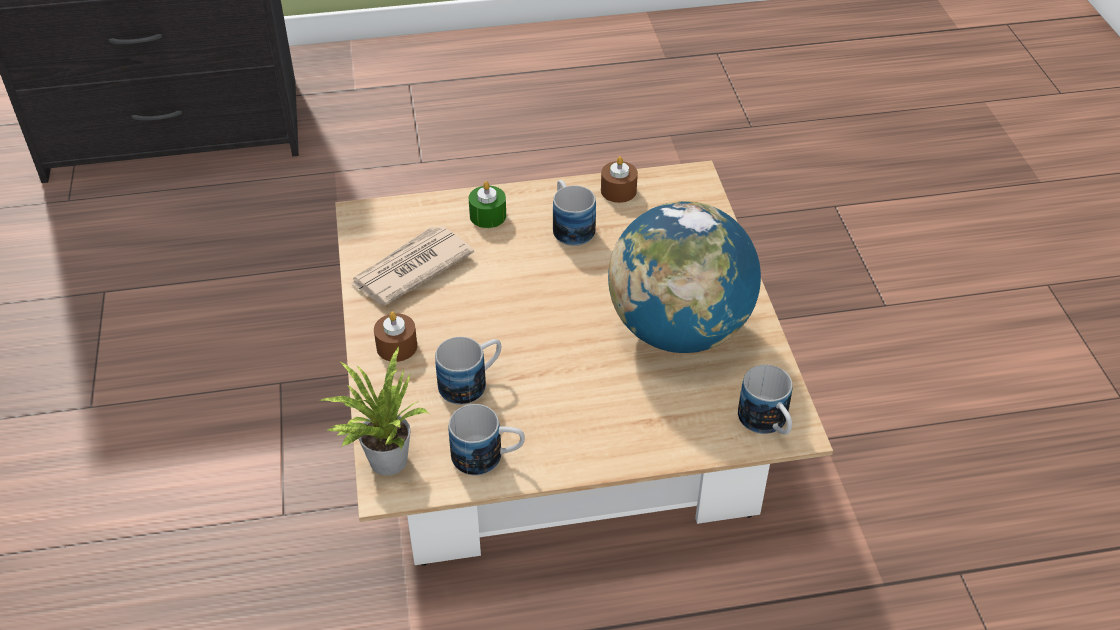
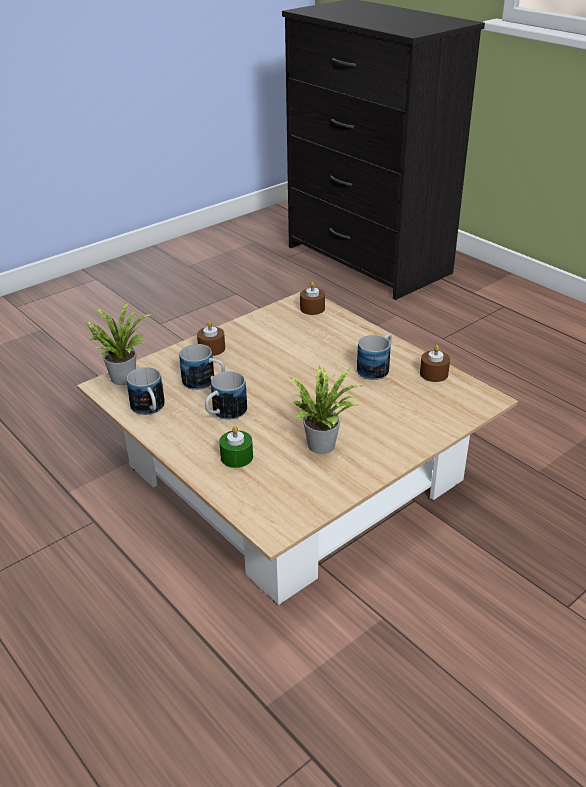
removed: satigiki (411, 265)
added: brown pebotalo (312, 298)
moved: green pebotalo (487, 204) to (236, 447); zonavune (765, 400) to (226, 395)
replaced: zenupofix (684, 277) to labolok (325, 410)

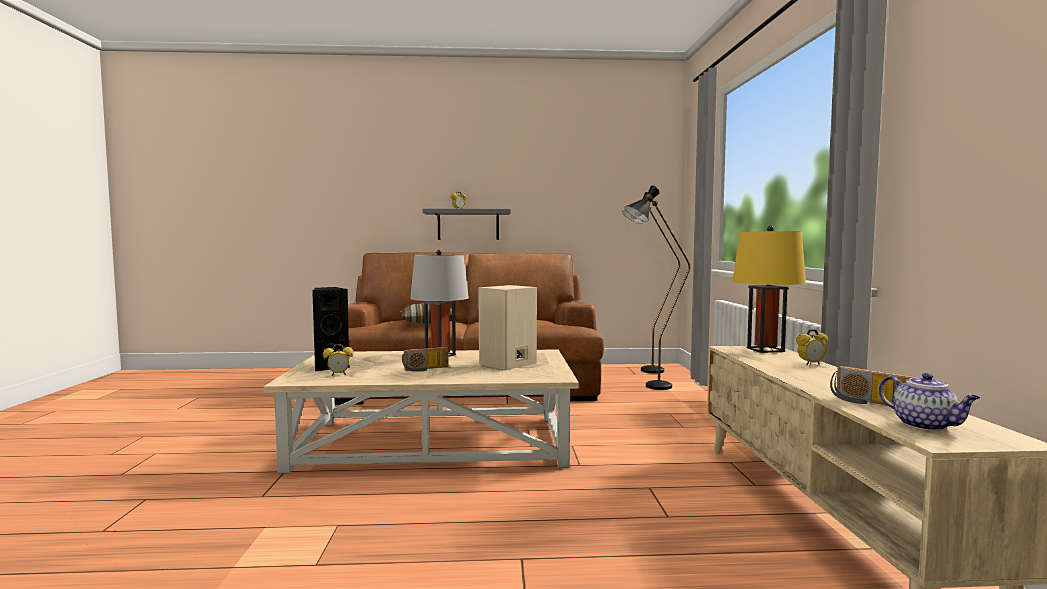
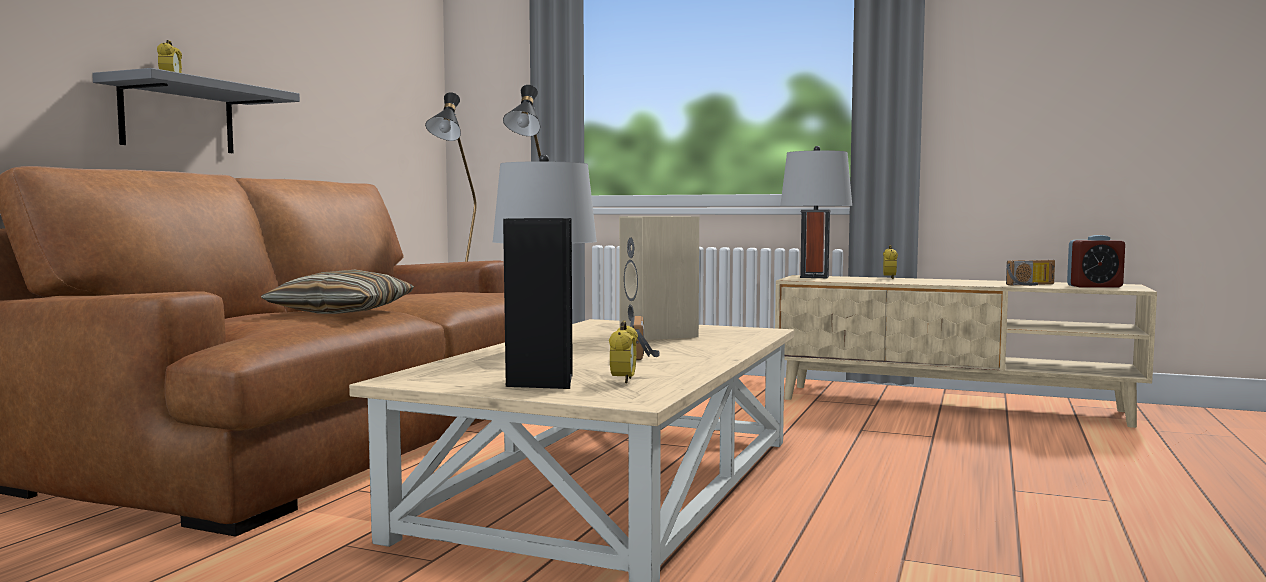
replaced: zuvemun (929, 402) to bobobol (1096, 261)
recoloured: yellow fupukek (769, 289) to grey fupukek (816, 212)

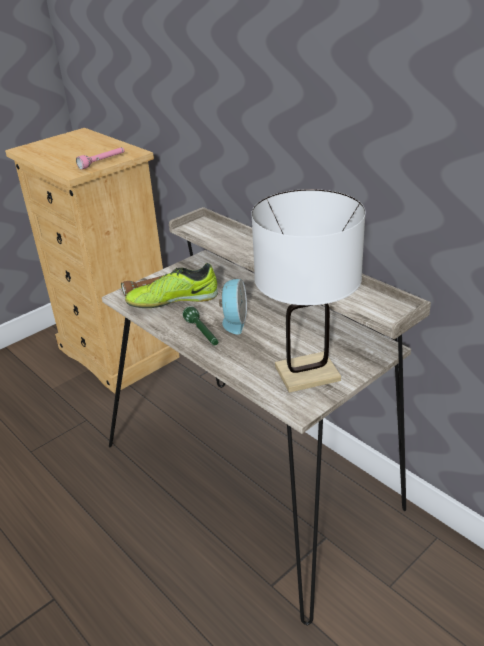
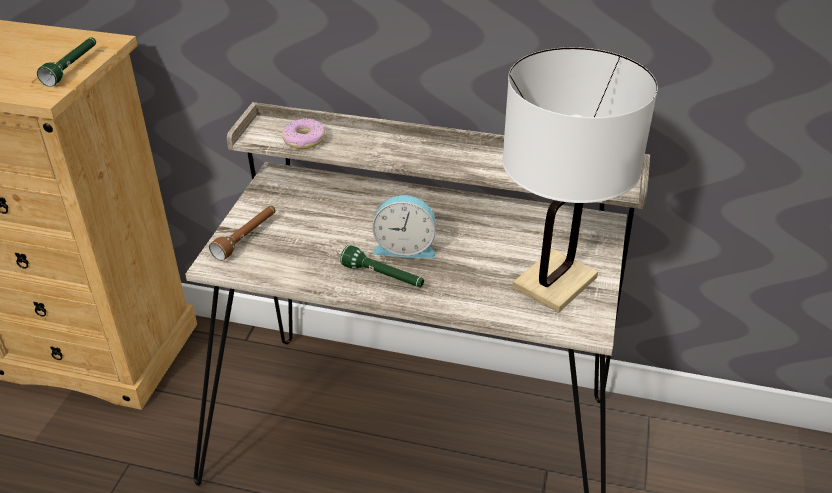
removed: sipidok (171, 285)
added: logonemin (304, 134)
recoloured: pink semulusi (100, 158) to green semulusi (66, 62)
turned: bobobol (233, 307) = (404, 226) 120 degrees clockwise

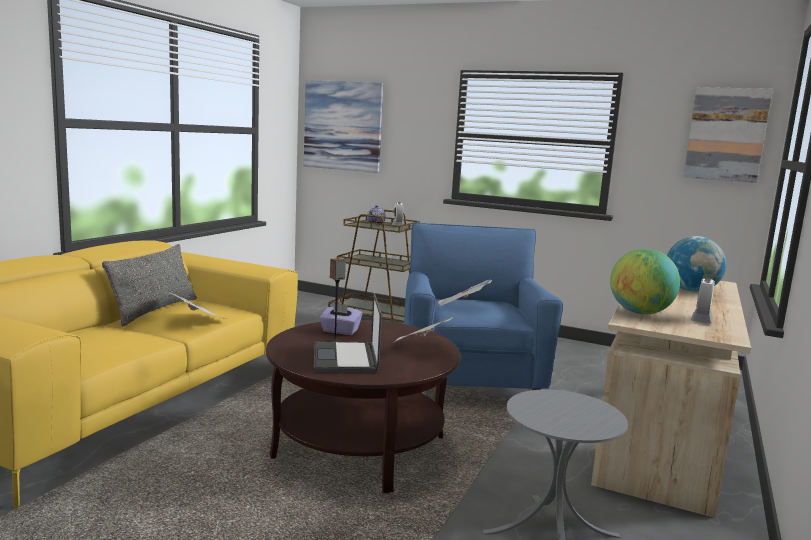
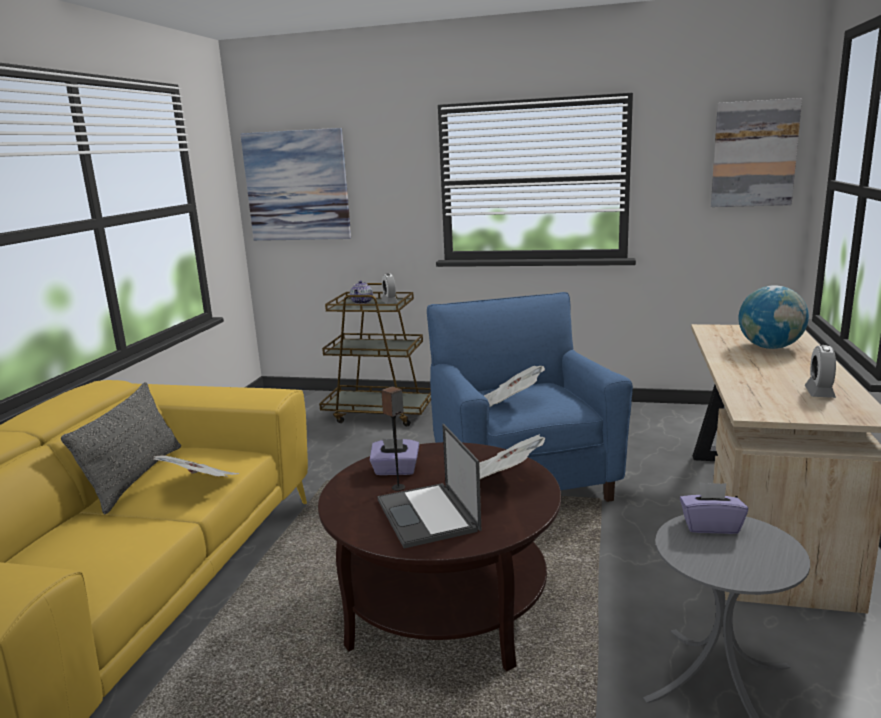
removed: zenupofix (645, 281)
added: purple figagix (714, 508)

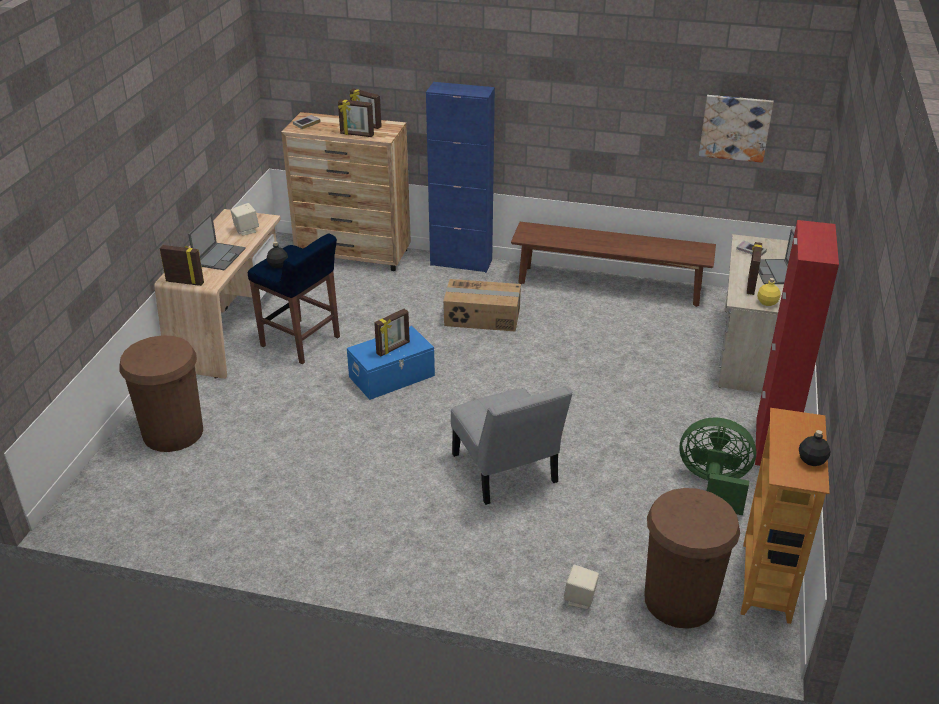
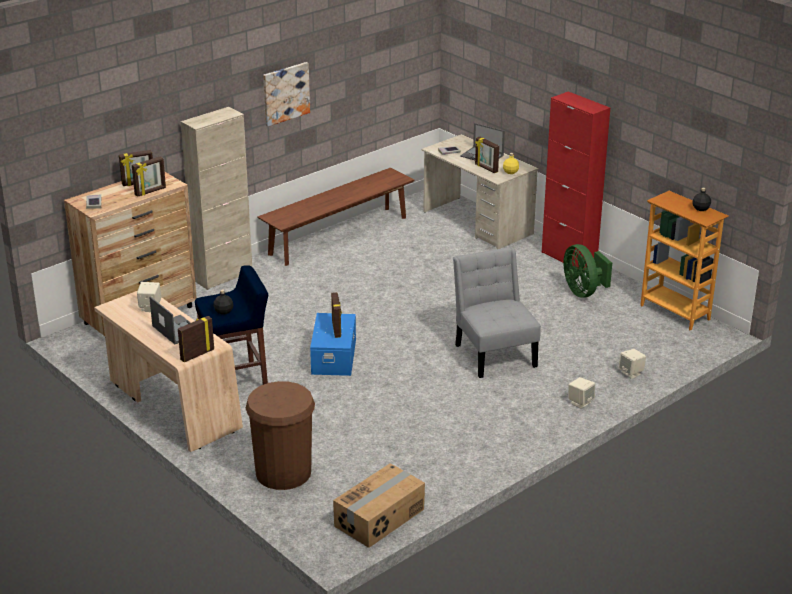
removed: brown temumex (692, 558)
added: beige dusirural (582, 393)
moved: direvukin (736, 129) to (286, 94); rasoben (482, 305) to (379, 505)
recoloured: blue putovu (460, 177) to beige putovu (216, 198)
turned: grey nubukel (512, 445) = (497, 312) 120 degrees counterclockwise; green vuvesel (718, 466) = (587, 271) 75 degrees counterclockwise

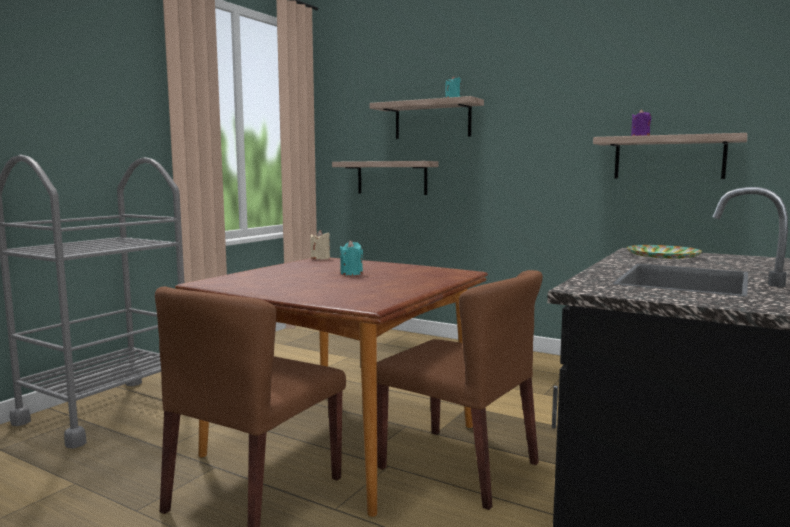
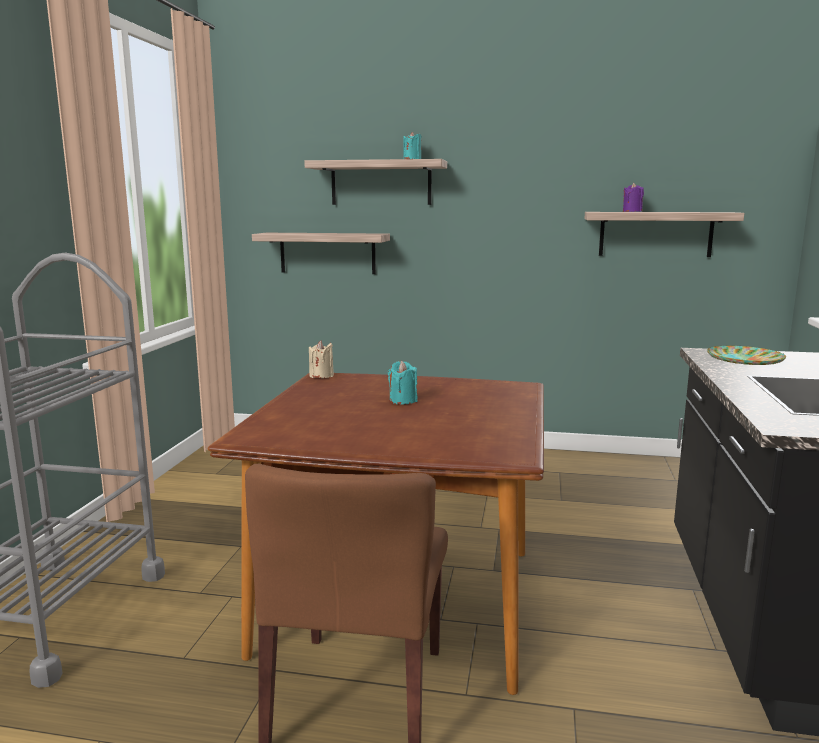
removed: brown nubukel (460, 390)

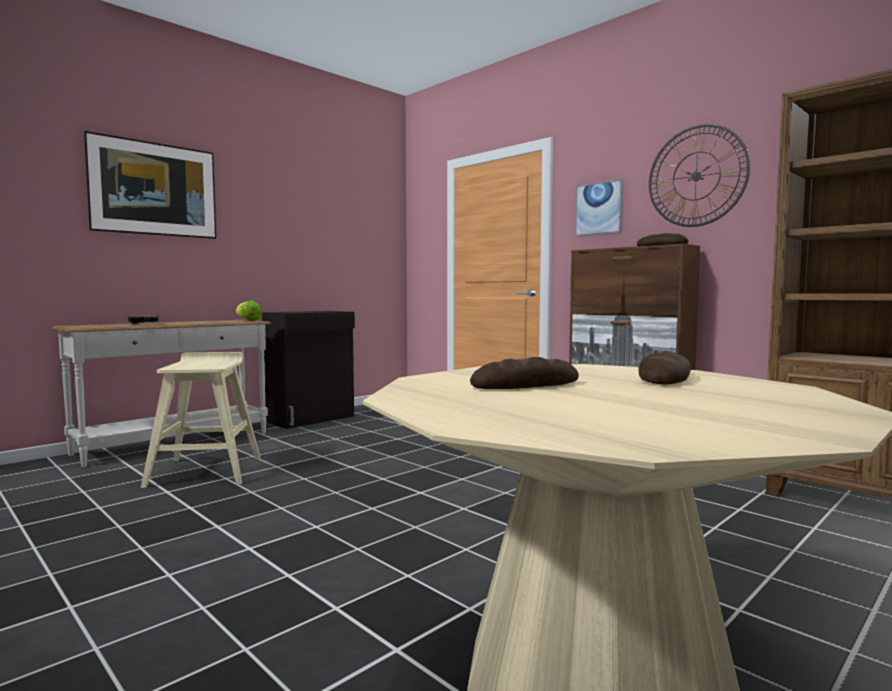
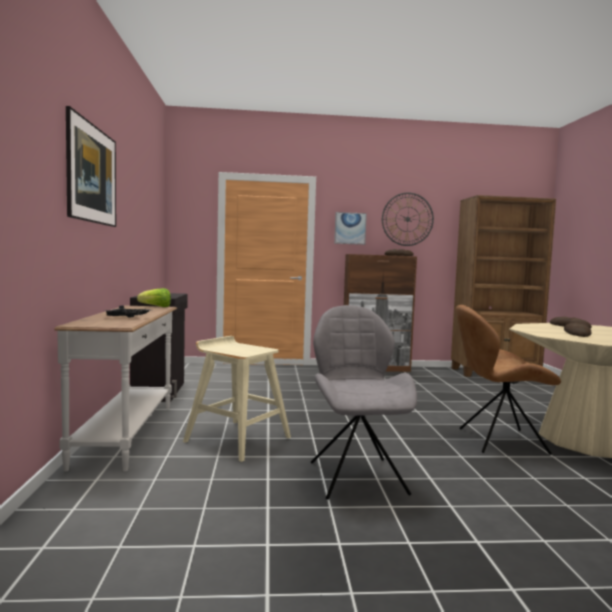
added: grey nubukel (364, 402); brown nubukel (508, 380)

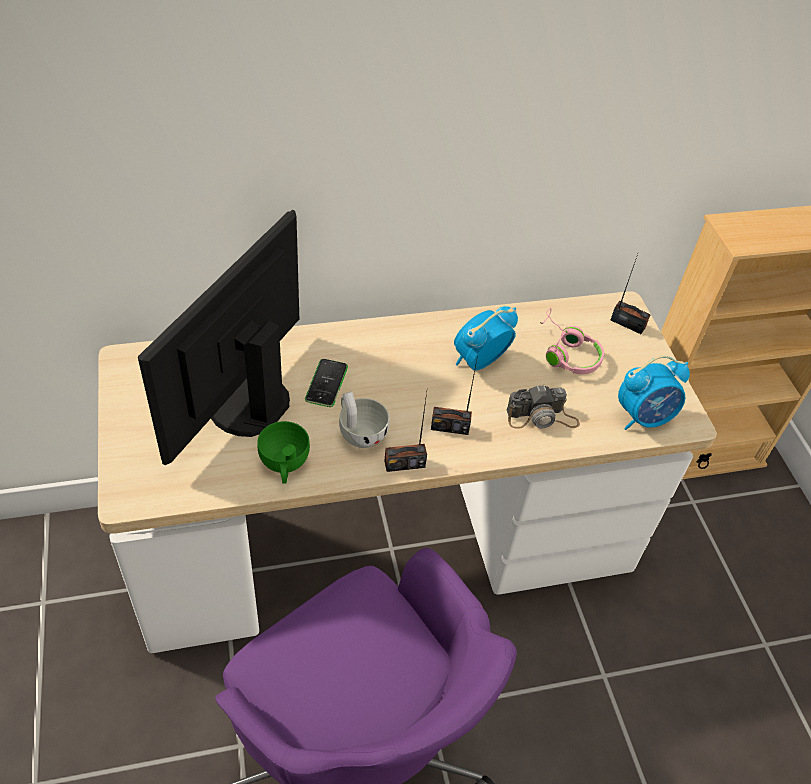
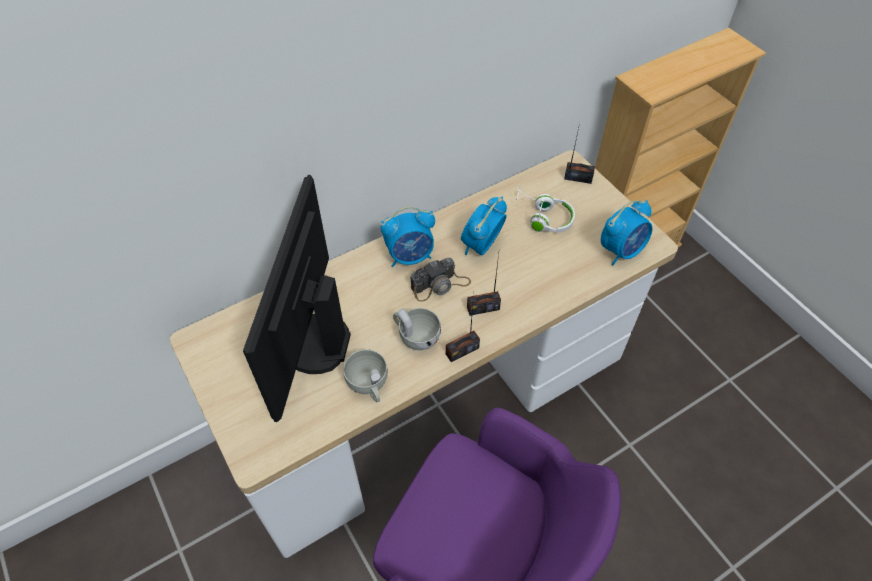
removed: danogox (326, 383)
added: bobobol (407, 237)
moved: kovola (543, 406) to (441, 280)
recoloured: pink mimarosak (572, 341) to white mimarosak (545, 209); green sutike (283, 452) to white sutike (365, 376)

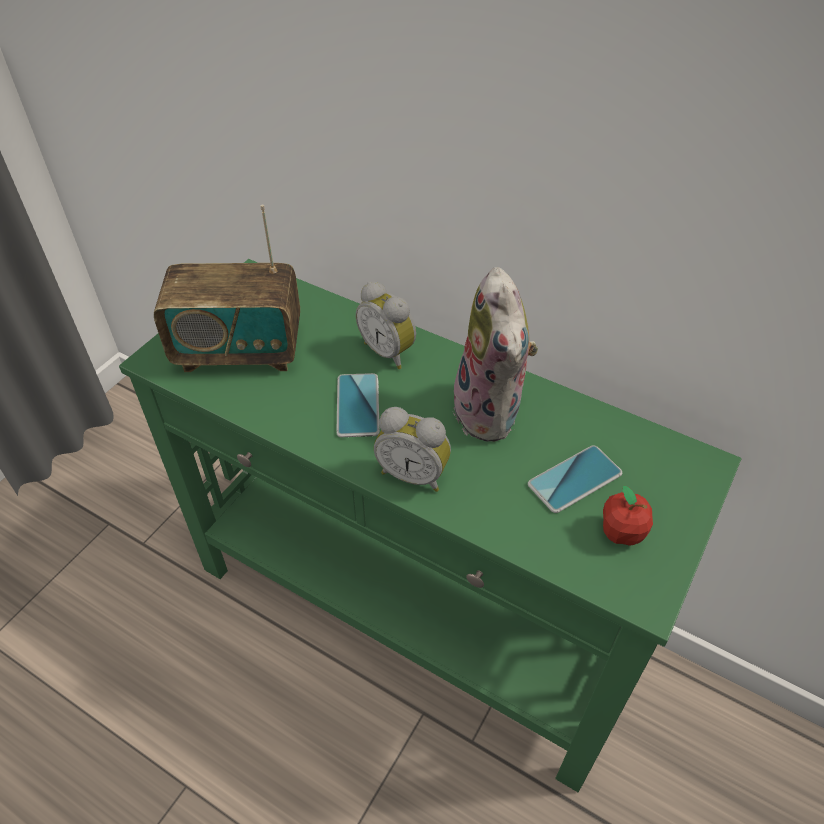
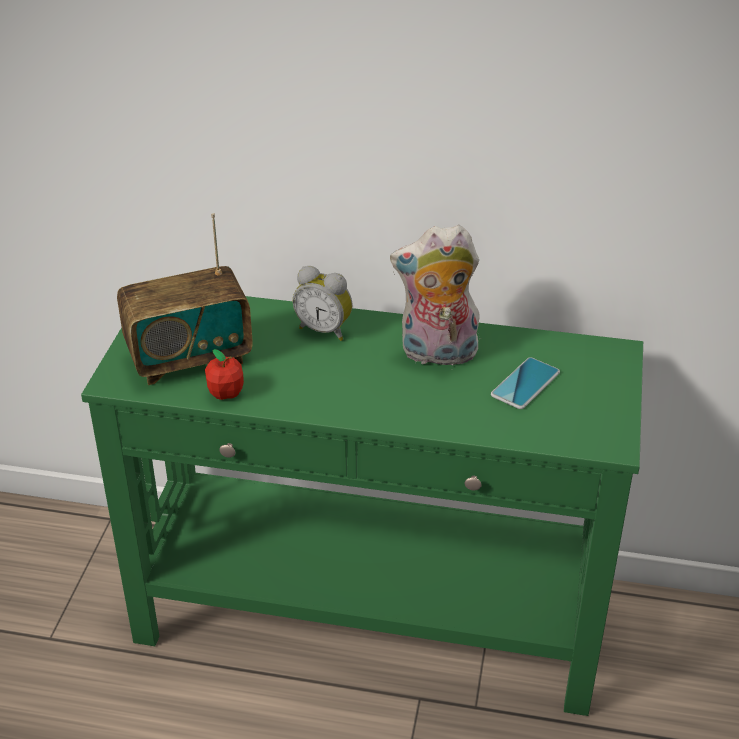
removed: danogox (358, 405); bobobol (412, 449)
moved: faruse (628, 516) to (224, 374)
turned: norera (494, 354) = (435, 295) 120 degrees clockwise

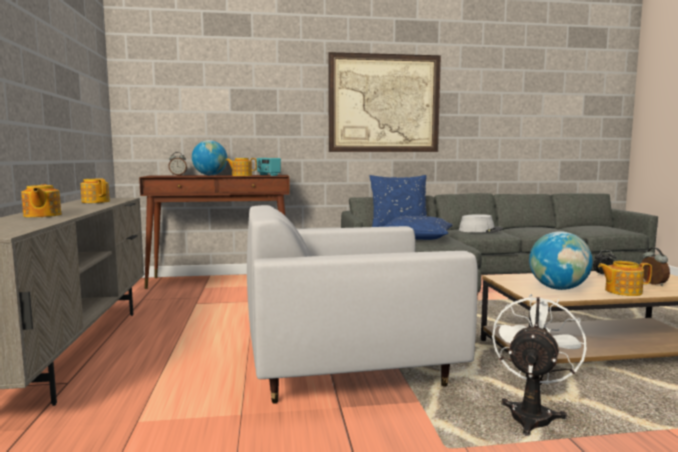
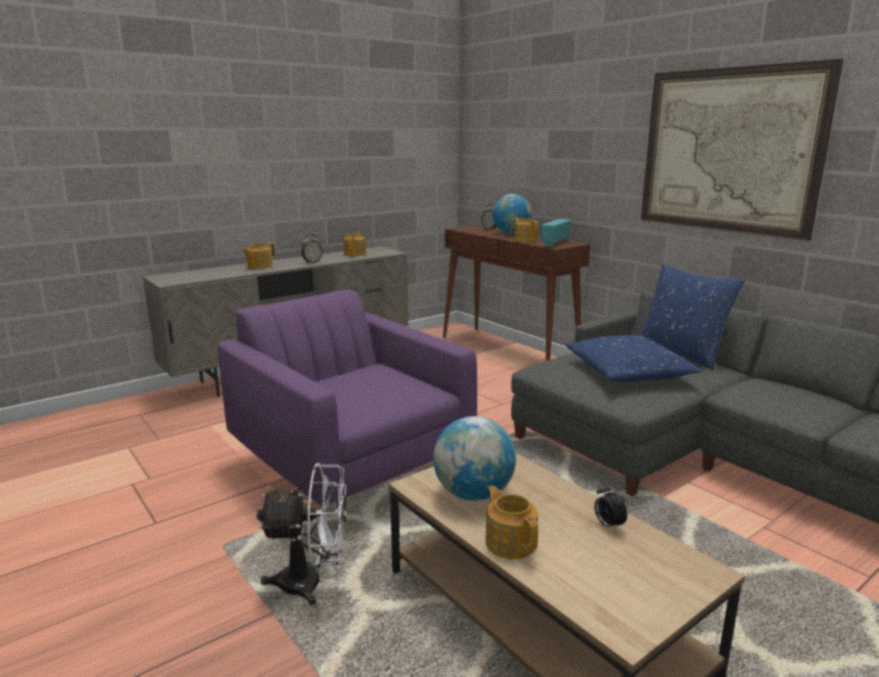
removed: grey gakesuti (481, 223)
moved: bobobol (655, 266) to (312, 249)
recoloured: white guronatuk (362, 304) to purple guronatuk (347, 406)

